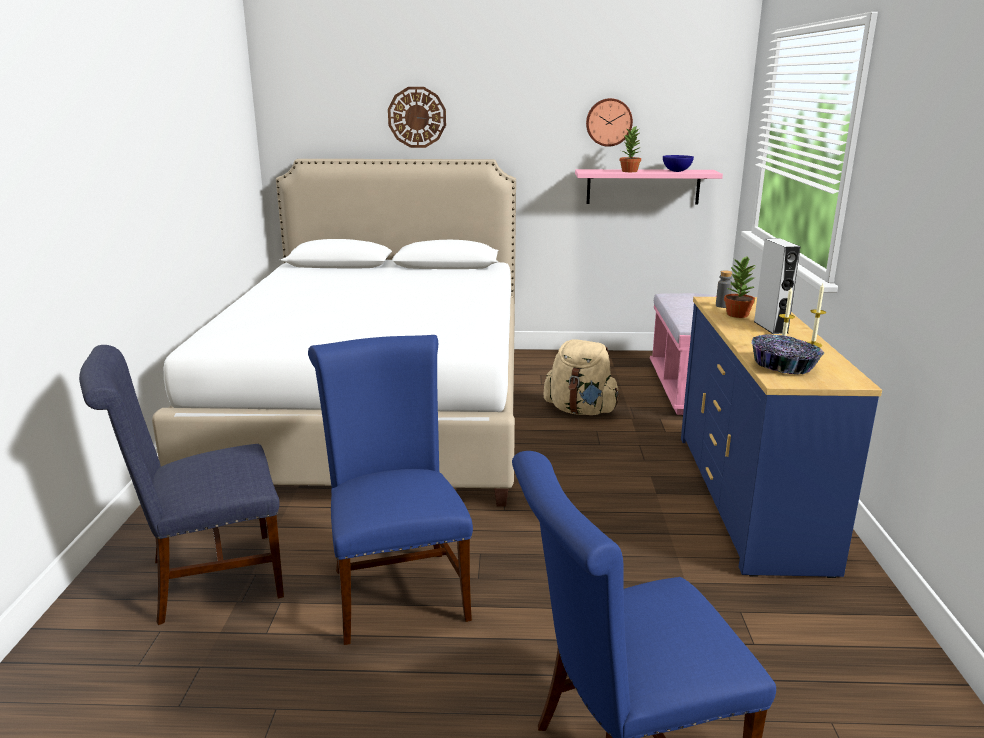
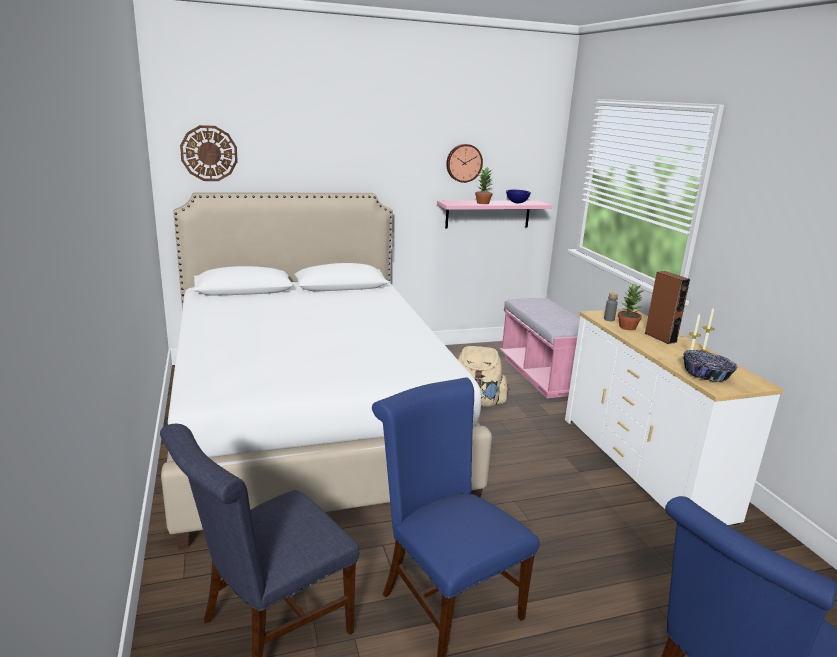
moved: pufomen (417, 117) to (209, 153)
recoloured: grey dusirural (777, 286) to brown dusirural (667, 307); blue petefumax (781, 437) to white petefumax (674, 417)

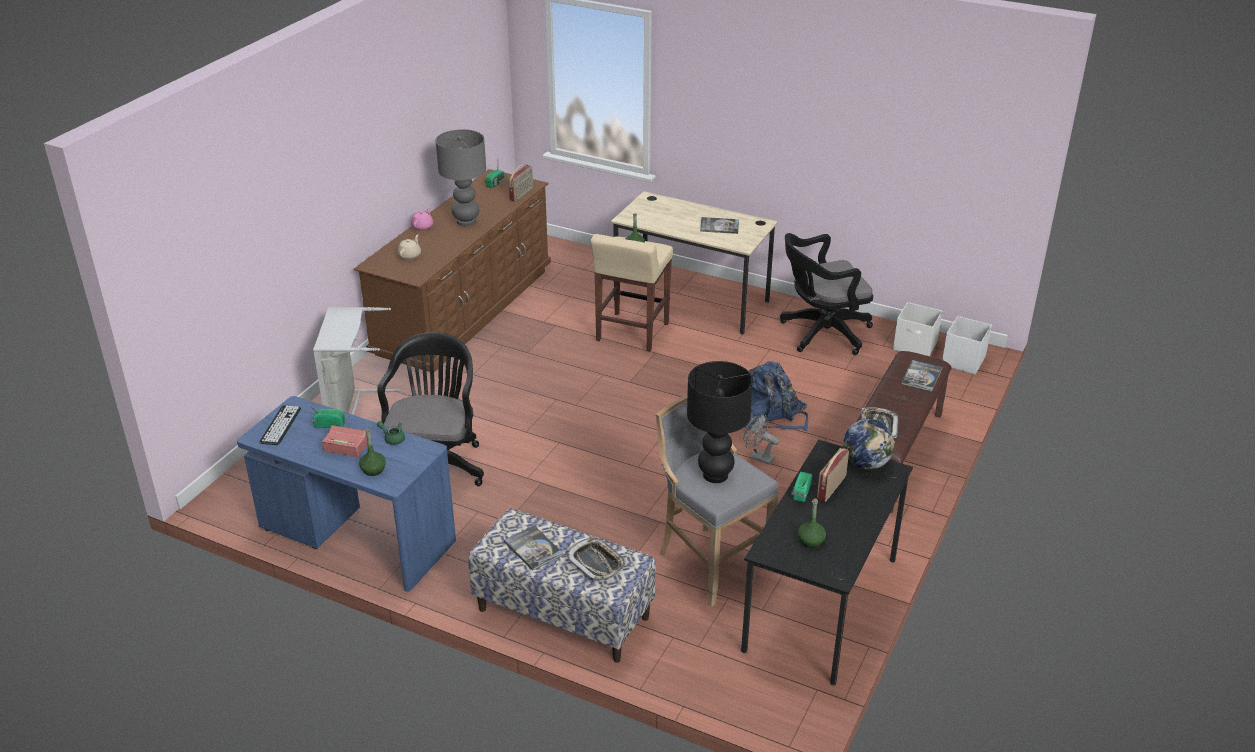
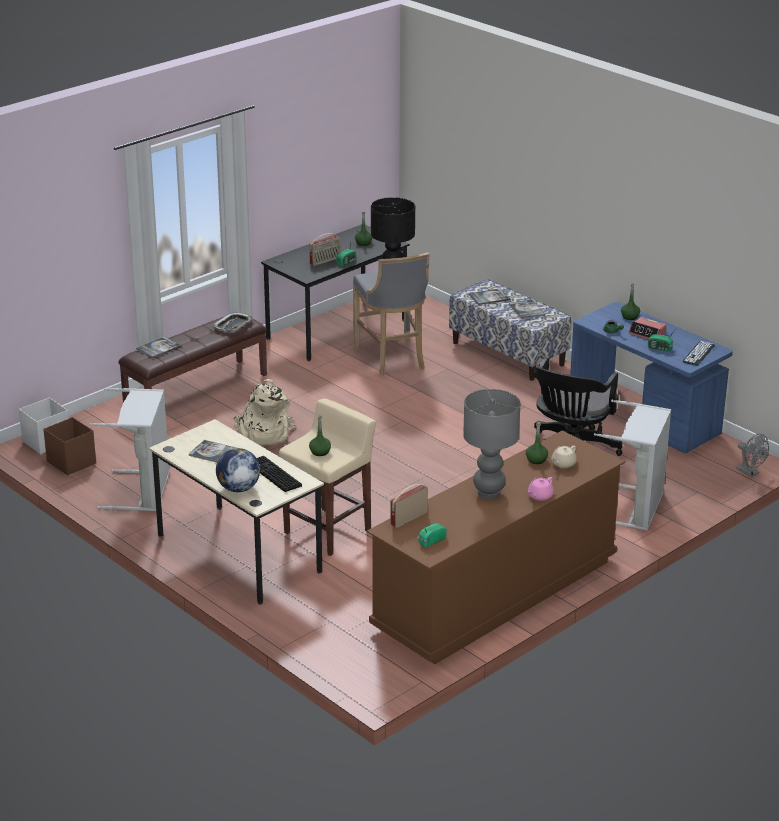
added: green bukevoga (537, 443); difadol (279, 474)
moved: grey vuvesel (761, 439) to (752, 455); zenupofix (869, 444) to (238, 470)
replaced: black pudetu (826, 294) to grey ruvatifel (129, 449); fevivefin (596, 560) to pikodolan (489, 296)
recoloured: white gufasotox (917, 329) to brown gufasotox (69, 446); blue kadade (776, 396) to beige kadade (264, 412)

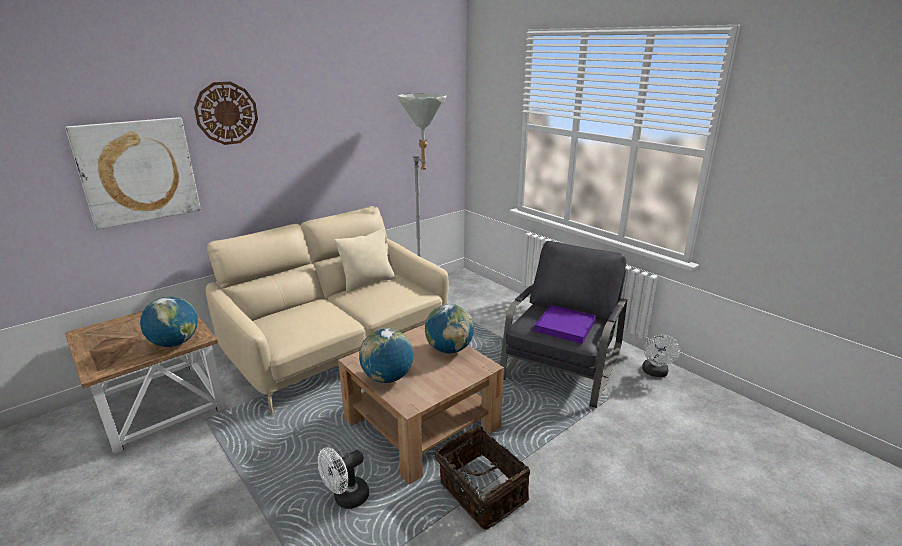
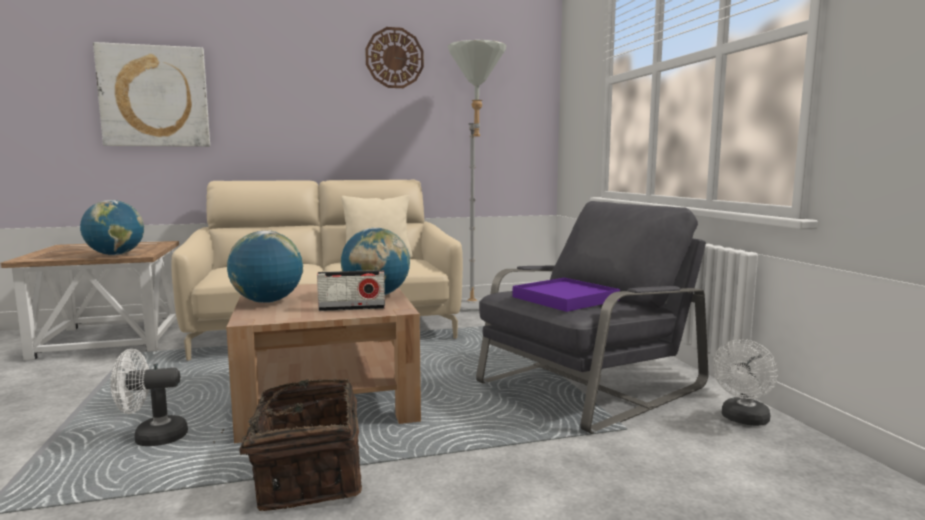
added: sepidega (351, 290)
moved: pufomen (226, 113) to (394, 57)

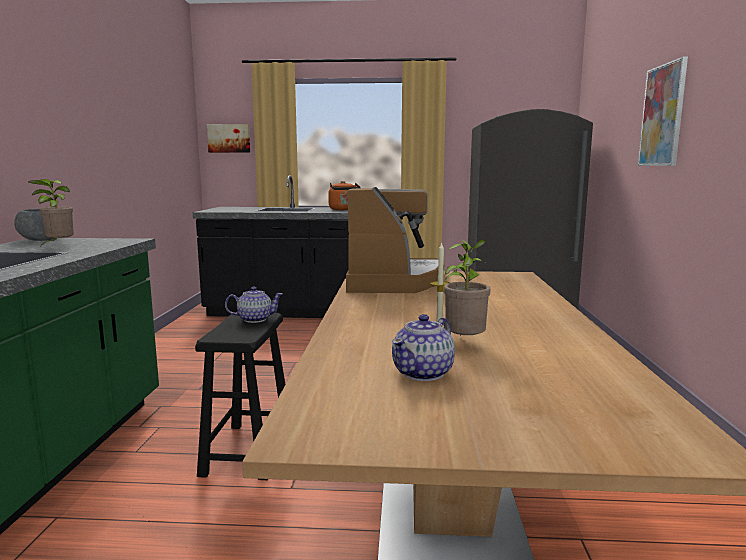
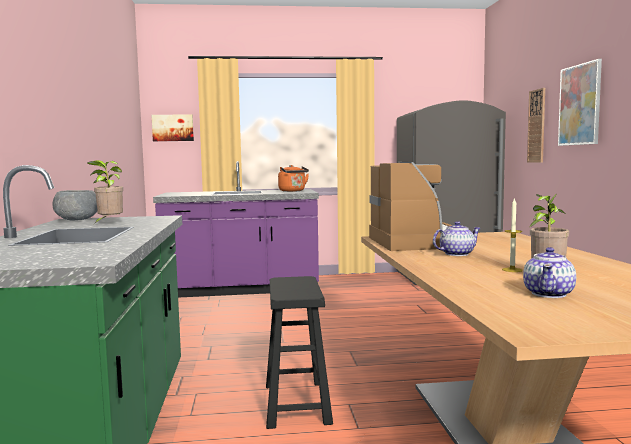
added: pufomen (536, 125)
moved: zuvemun (254, 305) to (457, 238)
recoloured: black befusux (271, 246) to purple befusux (236, 229)

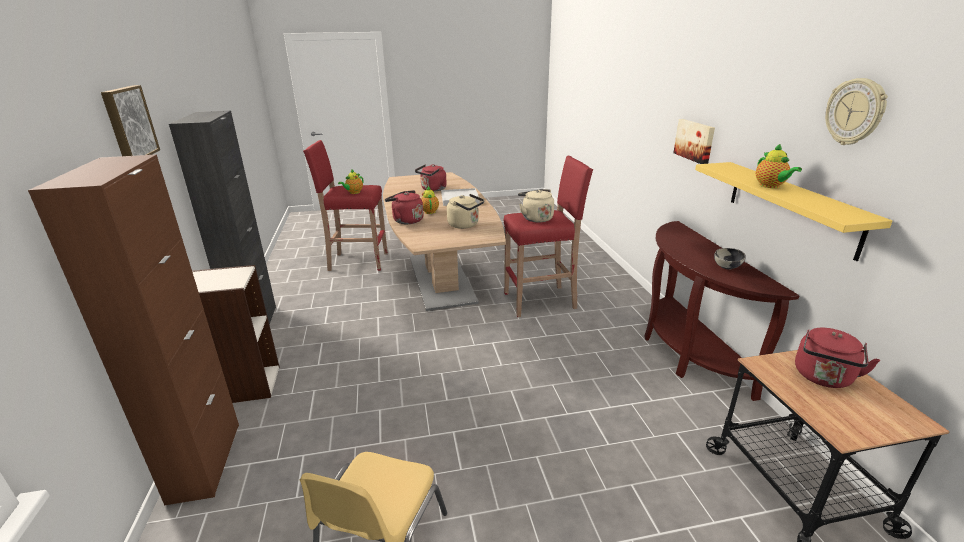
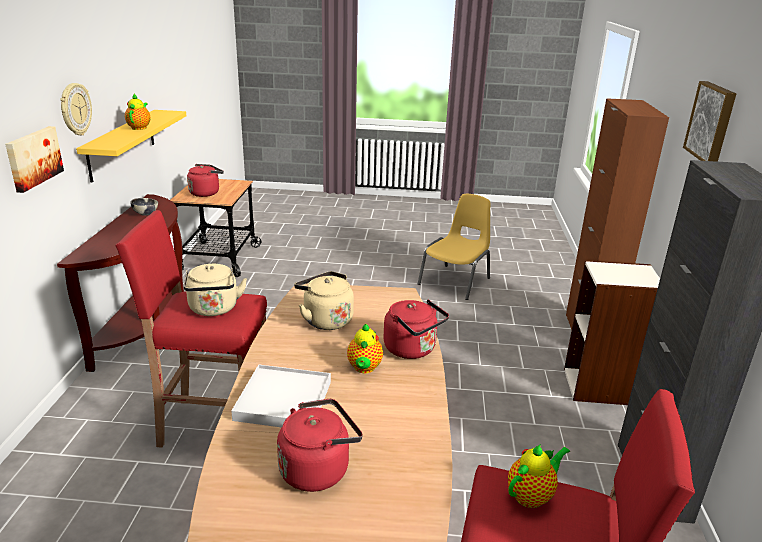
moved: pufomen (856, 111) to (76, 109)

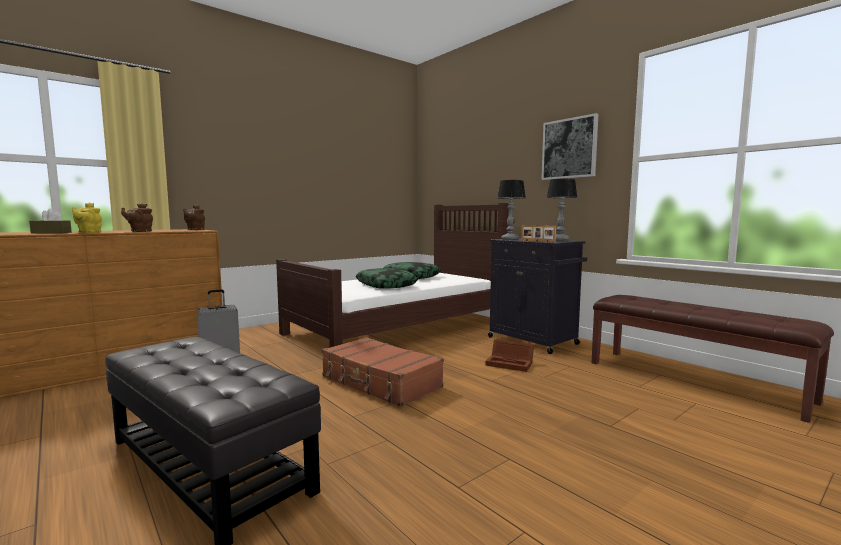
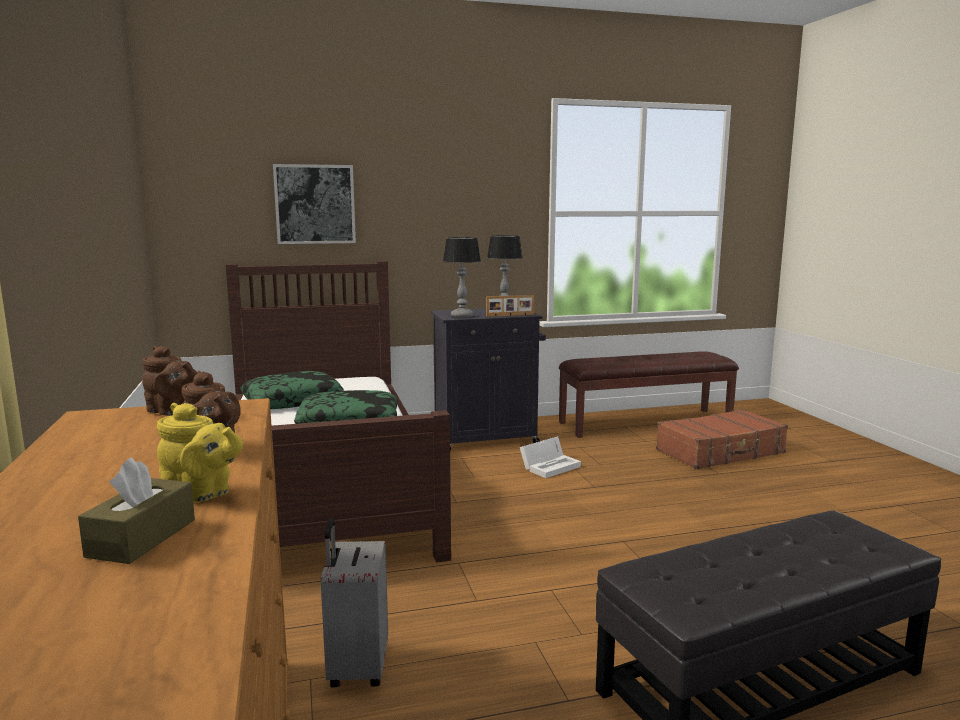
moved: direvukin (569, 146) to (314, 204); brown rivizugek (383, 372) to (722, 439)
recoloured: brown gufasotox (510, 355) to white gufasotox (550, 457)

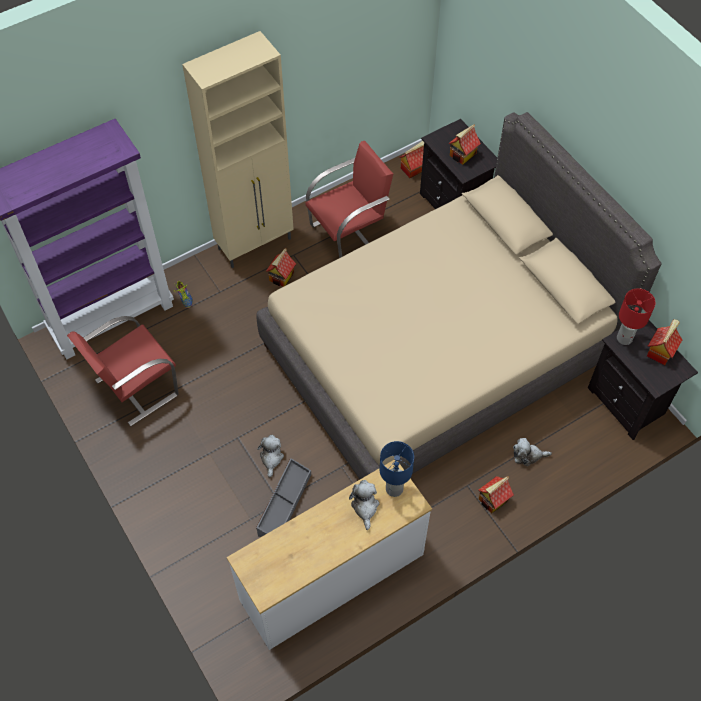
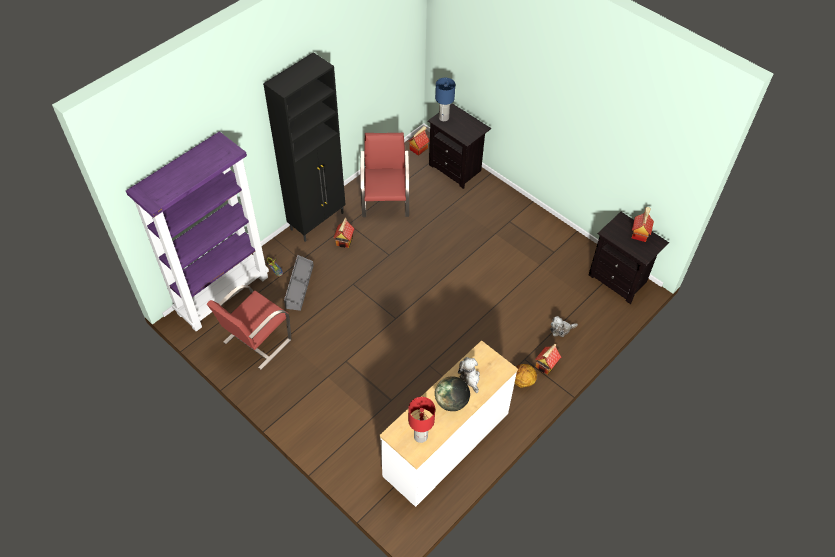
removed: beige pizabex (459, 295); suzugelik (465, 144); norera (270, 456)
added: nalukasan (526, 376); zenupofix (452, 393)
moved: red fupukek (636, 316) to (421, 420); blue fupukek (397, 469) to (445, 99); grey gufasotox (283, 497) to (299, 283)
recoloured: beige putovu (238, 149) to black putovu (304, 147)
turned: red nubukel (349, 199) = (384, 175) 45 degrees counterclockwise

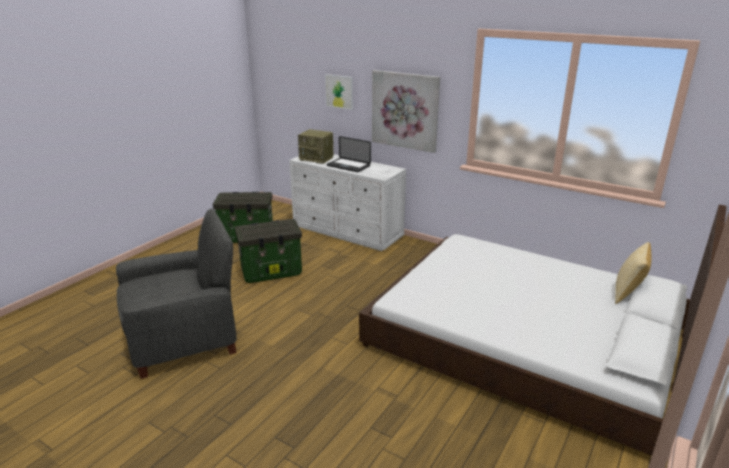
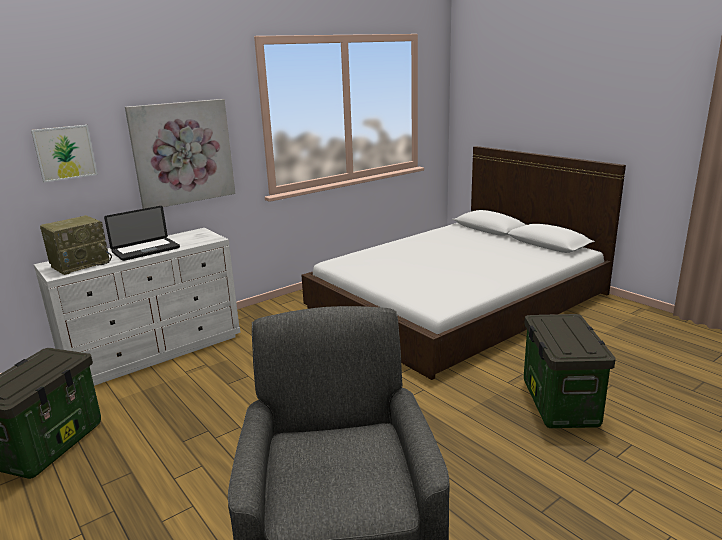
removed: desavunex (633, 273)
moved: gufasotox (268, 251) to (570, 371)

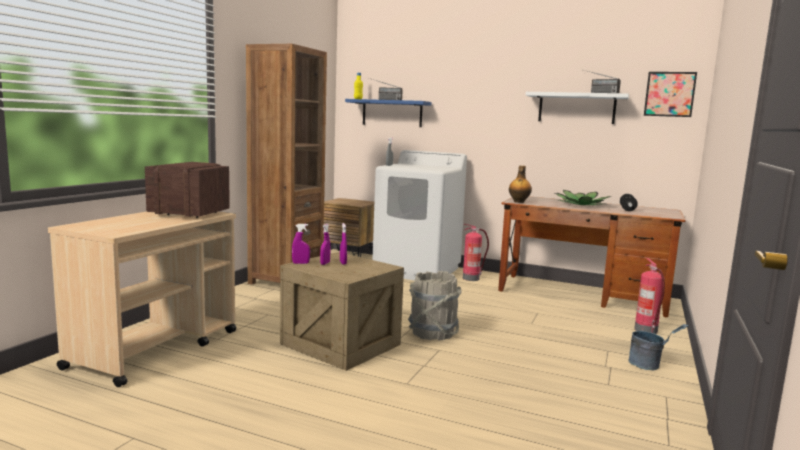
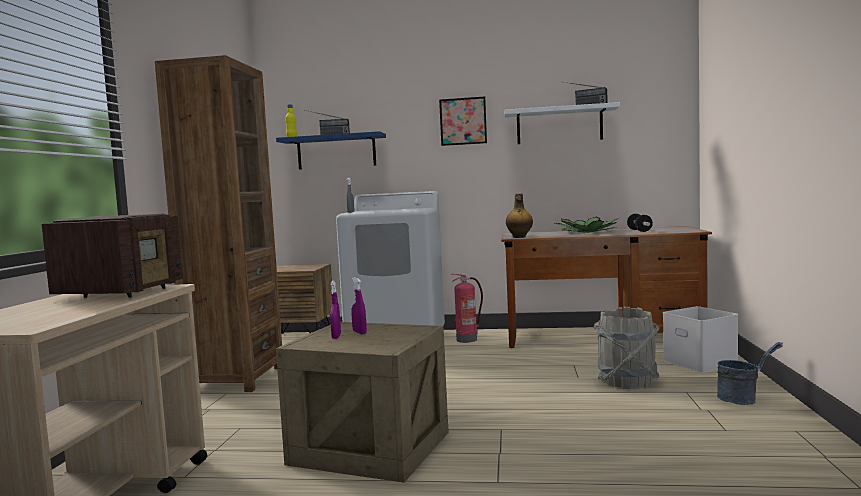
removed: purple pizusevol (301, 244)
moved: direvukin (670, 94) to (463, 121); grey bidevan (434, 306) to (626, 348)
replaced: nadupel (649, 296) to white gufasotox (700, 339)
turned: sepidega (187, 190) = (112, 256) 105 degrees clockwise

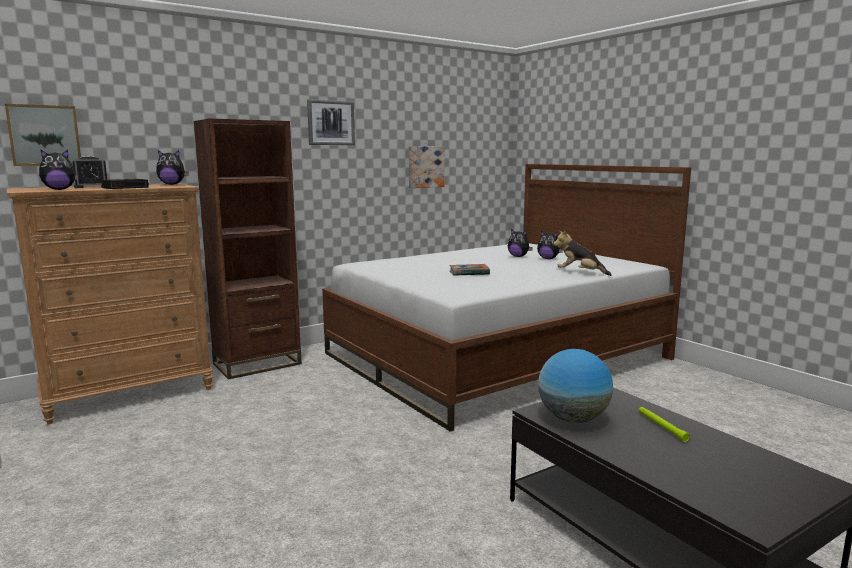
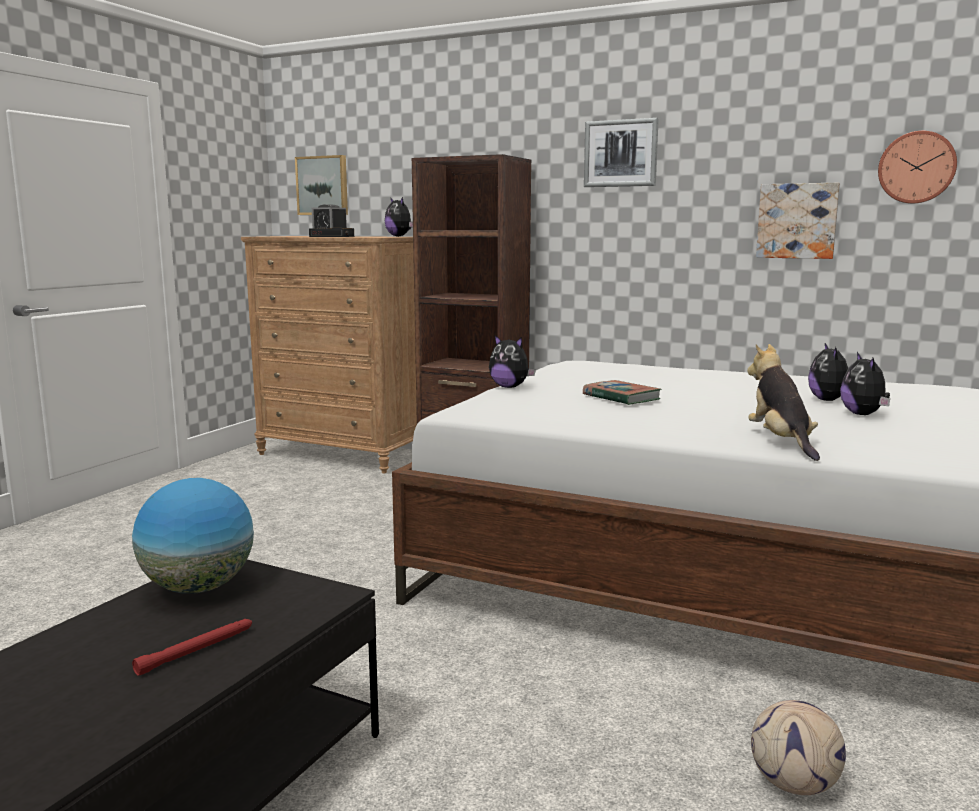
added: pufomen (917, 167); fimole (798, 747)
moved: norera (59, 170) to (512, 361)
recoloured: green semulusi (664, 424) to red semulusi (192, 647)

